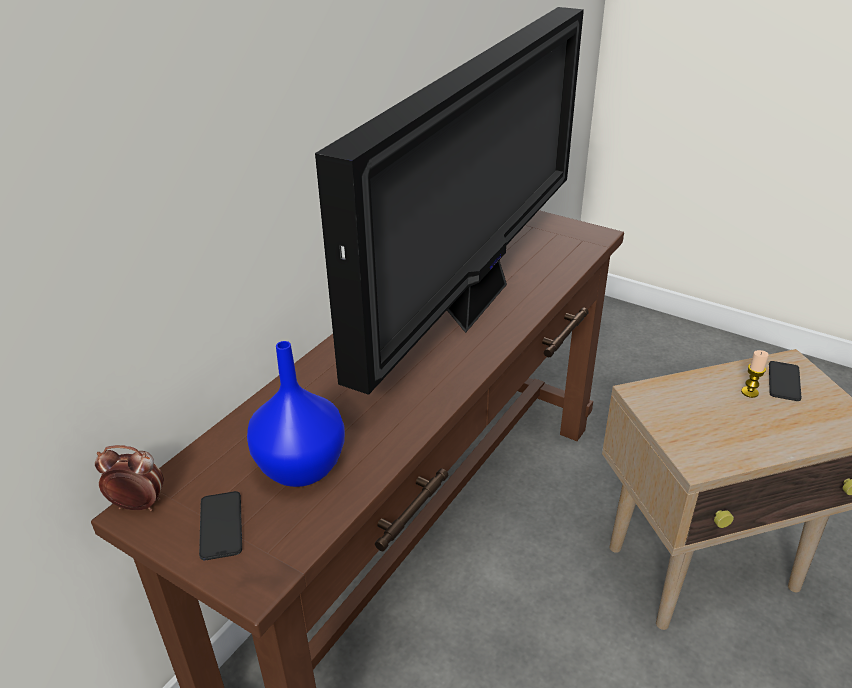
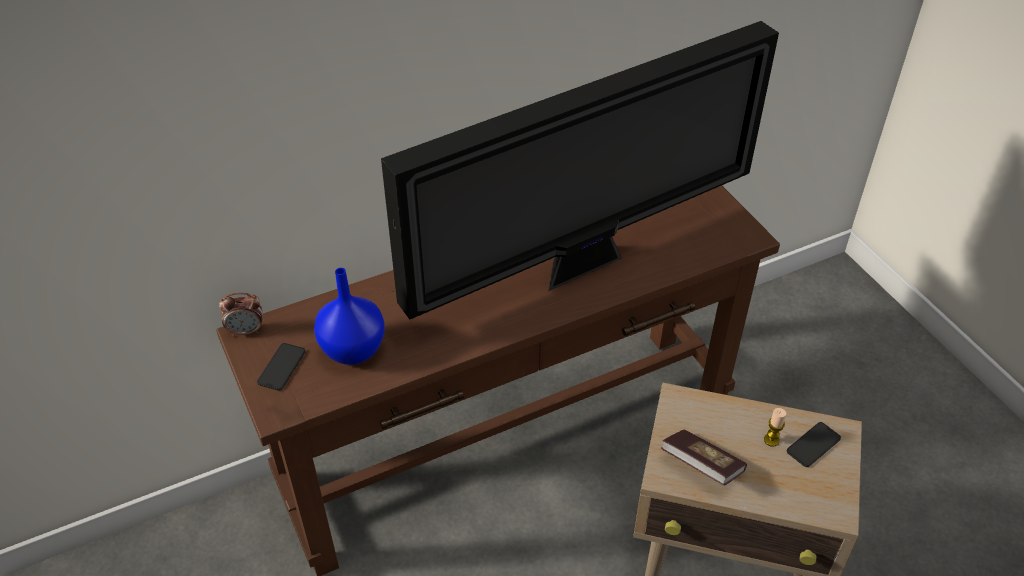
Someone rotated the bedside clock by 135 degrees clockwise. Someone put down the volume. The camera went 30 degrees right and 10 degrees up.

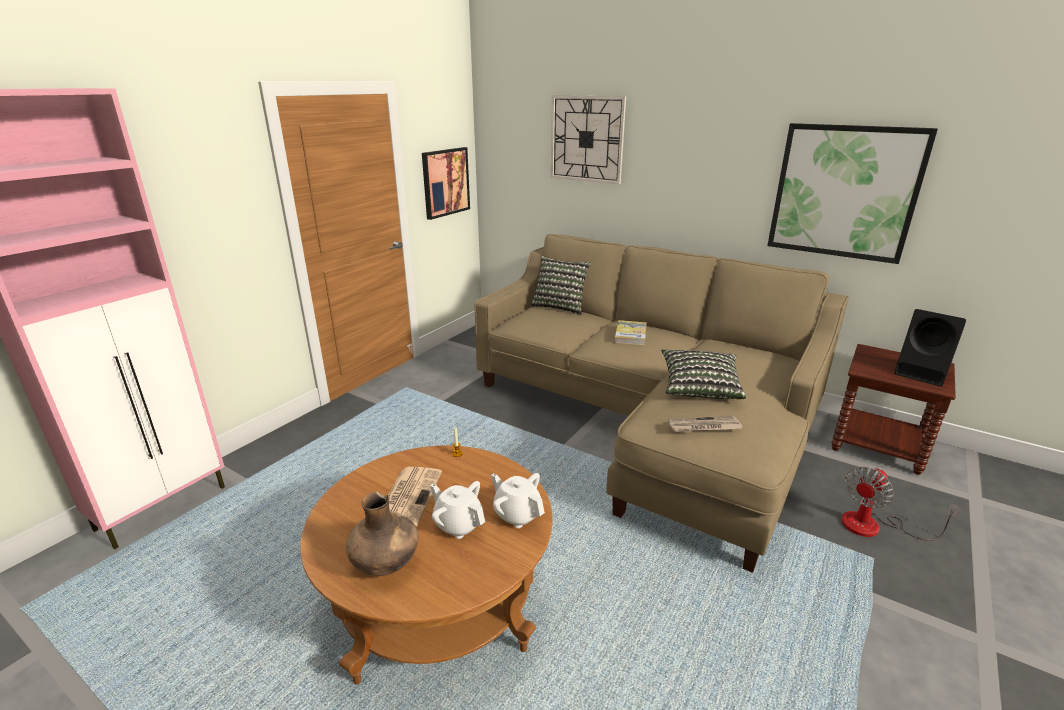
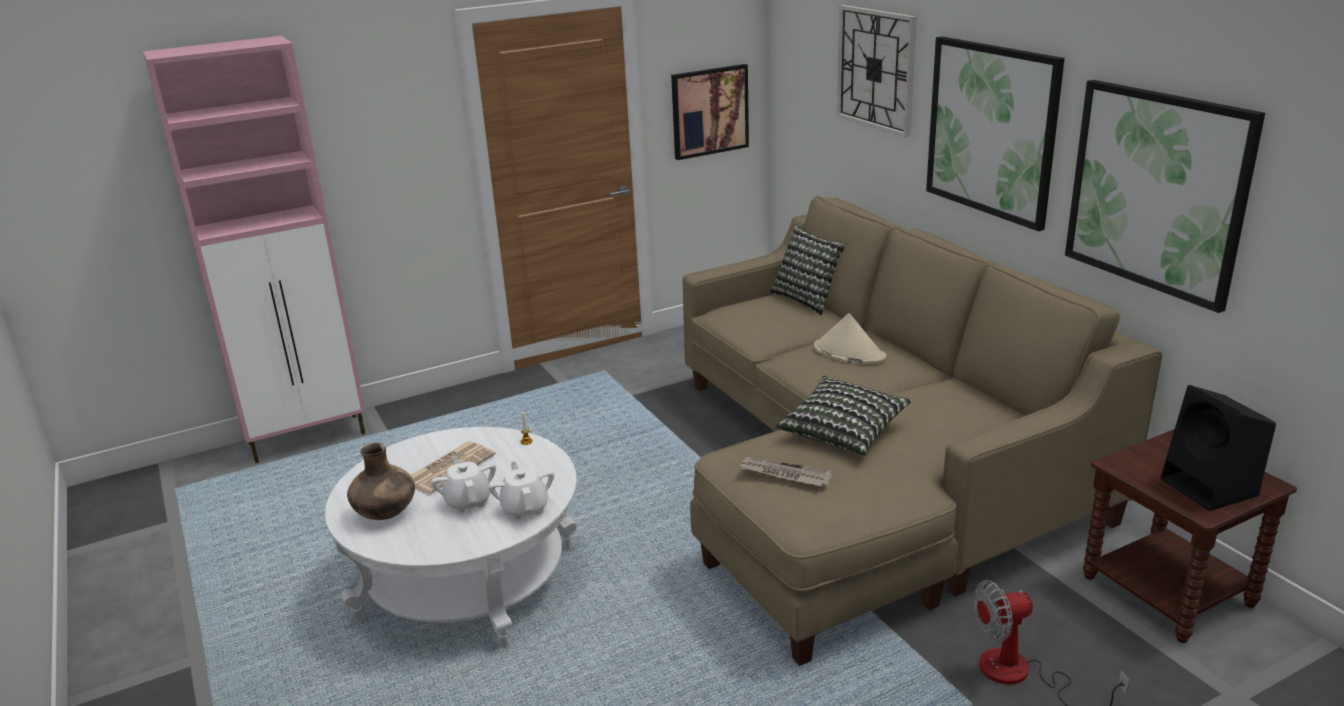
Someone swapped the volume for the clothing hat (beige-coloured). Someone repainted the lounge table (brown), which became the lounge table (white-coloured). Someone put up the picture (no. 2 from left). The camera went 30 degrees right and 0 degrees up.

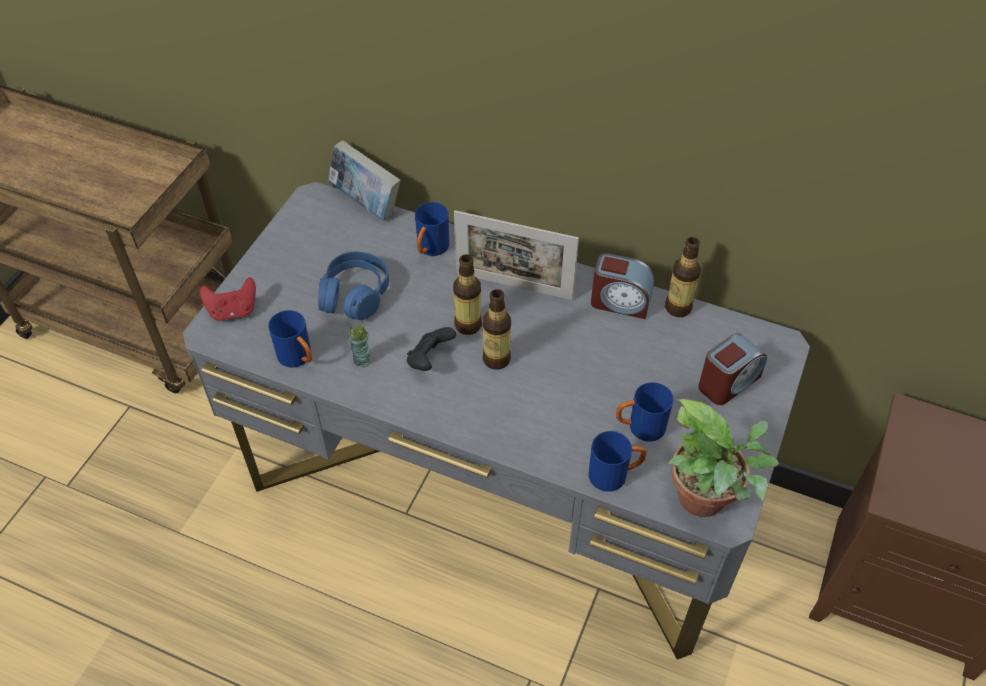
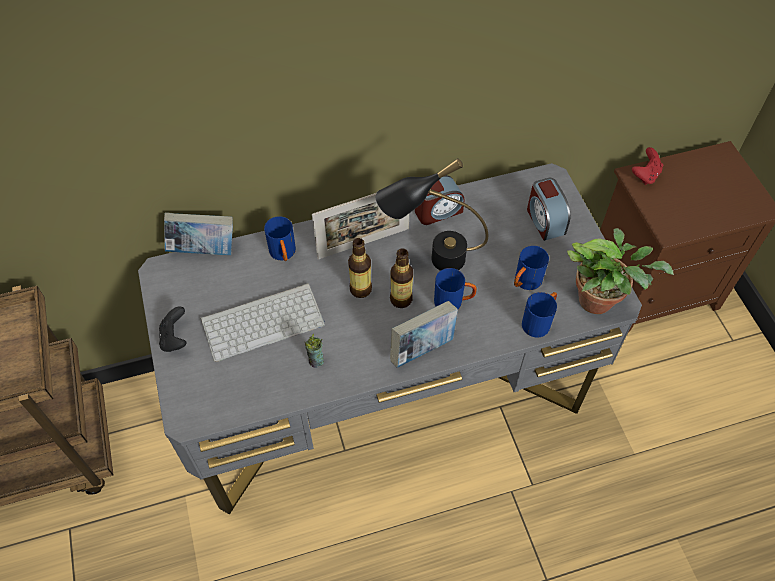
Someone took away the bottle (no. 3 from left). Someone swapped the pair of headphones (blue-coloured) for the PC keyboard. Someone carried the gamepad (red-coloured). Someone carried the mug (blue-coloured) (no. 1 from left in the first image). Someone carried the gamepad (black). Someone rotated the bedside clock (no. 2 from left) by 150 degrees clockwise. Someone put down the table lamp (black). Someone put down the volume (no. 2 from left). The camera went 40 degrees left and 5 degrees up.

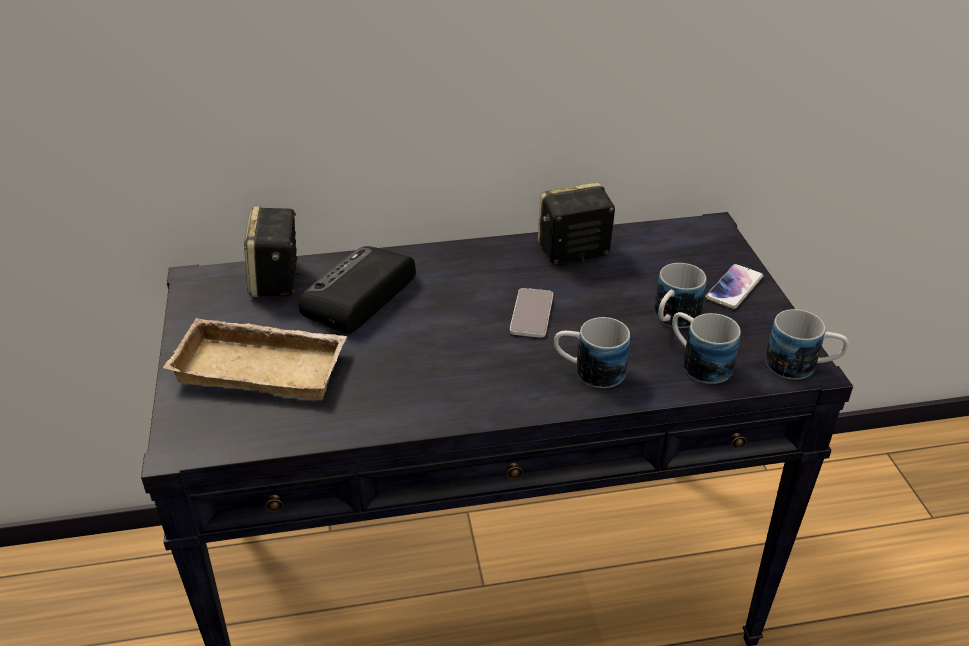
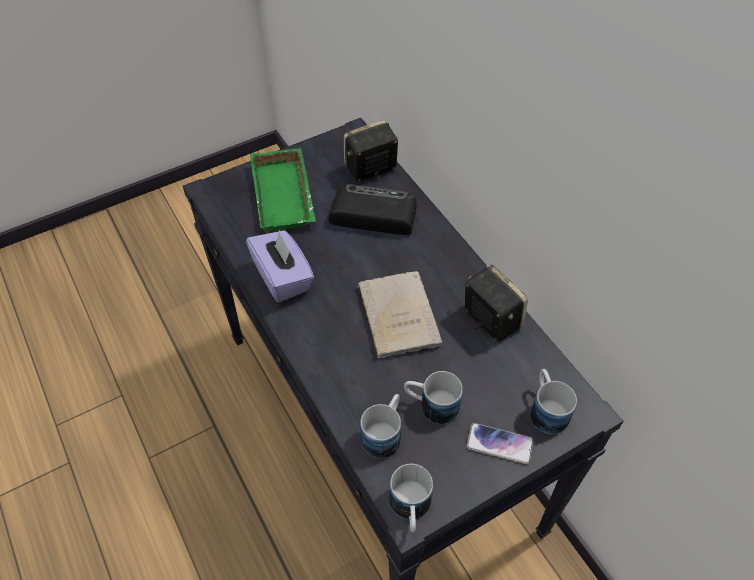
Someone swapped the phone (no. 1 from left) for the volume (beige-coloured). Someone carried the mug (no. 1 from left in the first image). Someone repainted the tray (beige-coloured), which became the tray (green-coloured). Someone put down the tissue holder (purple-coloured). The camera went 70 degrees right and 15 degrees up.

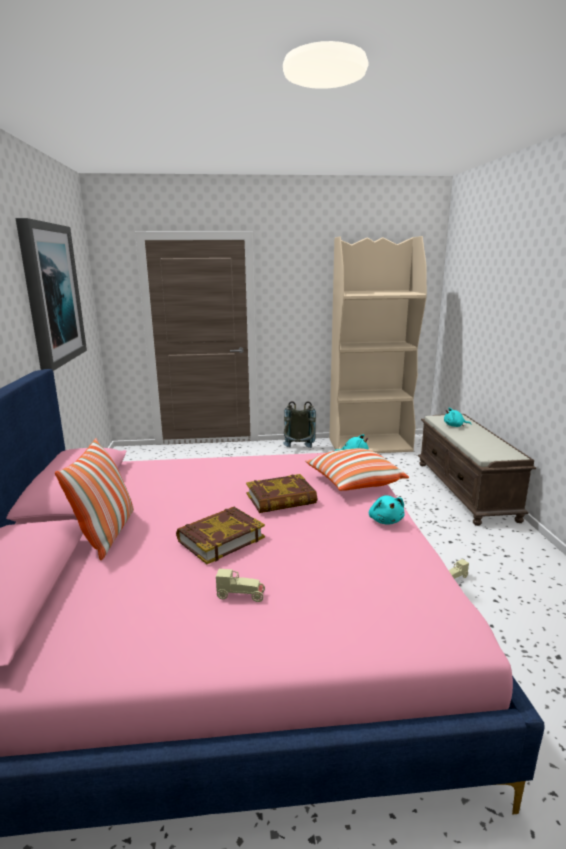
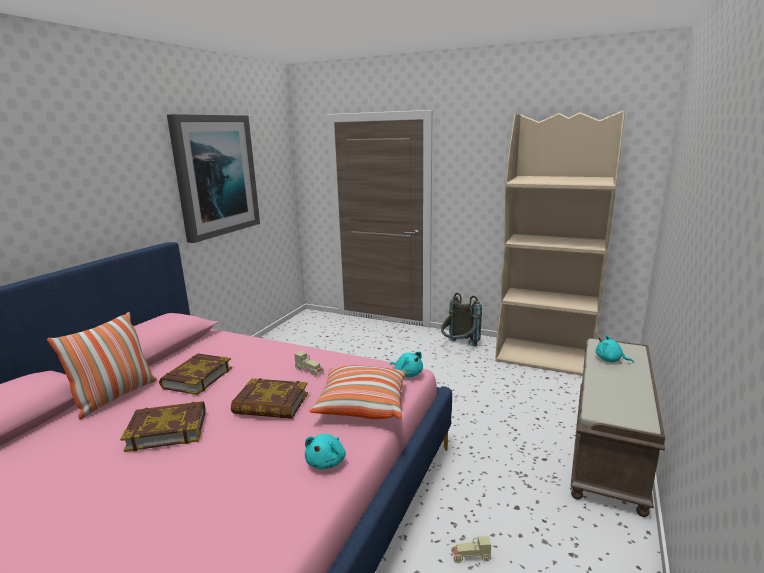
Someone carried the toy car (beige-coloured) (no. 1 from left). Someone put down the volume (no. 2 from left). The camera went 30 degrees right and 0 degrees up.

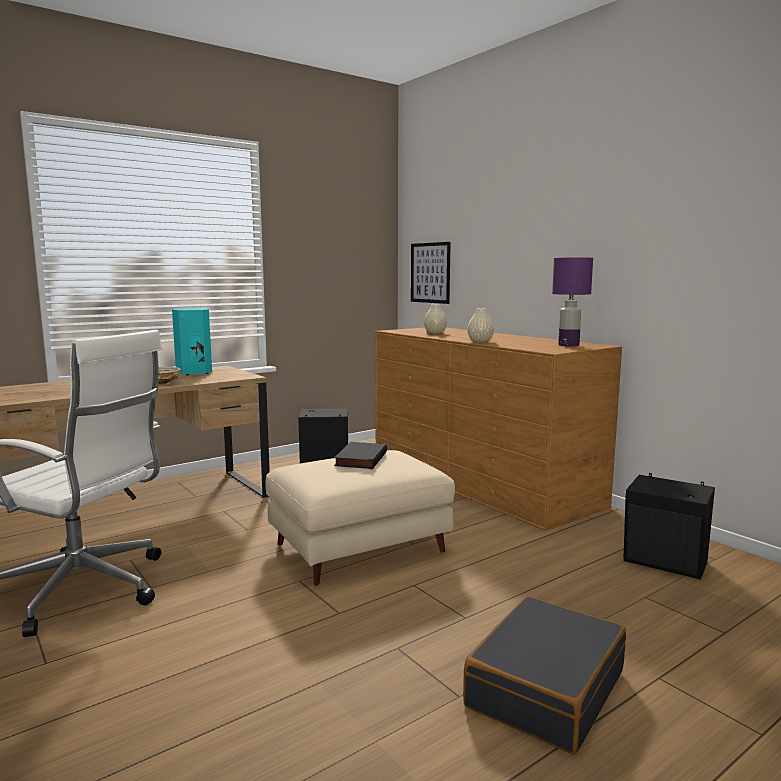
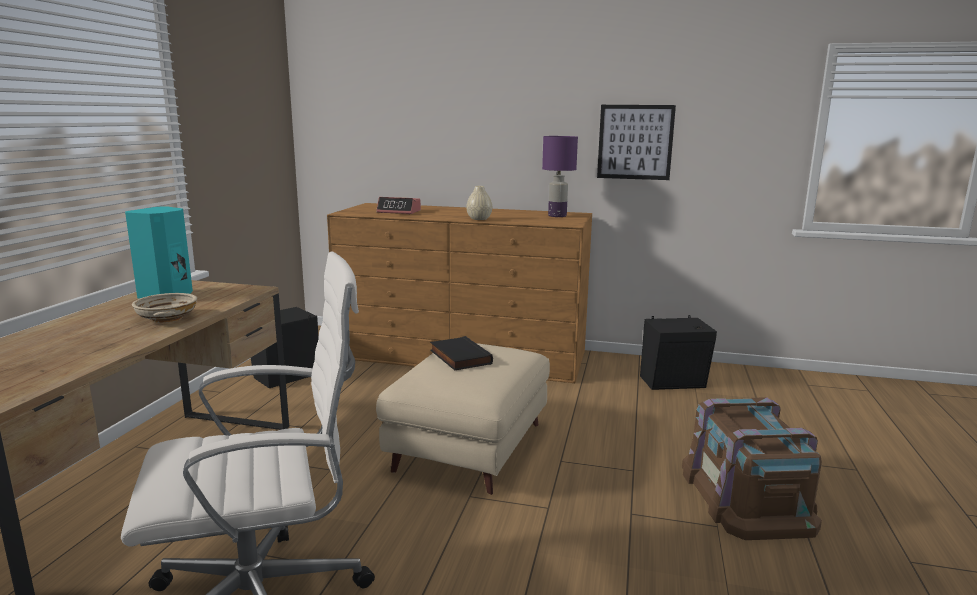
Someone carried the picture. Someone swapped the vase (beige-coloured) (no. 1 from left) for the bedside clock. Someone swapped the piece of luggage (black) for the storage box (brown). The camera went 40 degrees left and 5 degrees up.

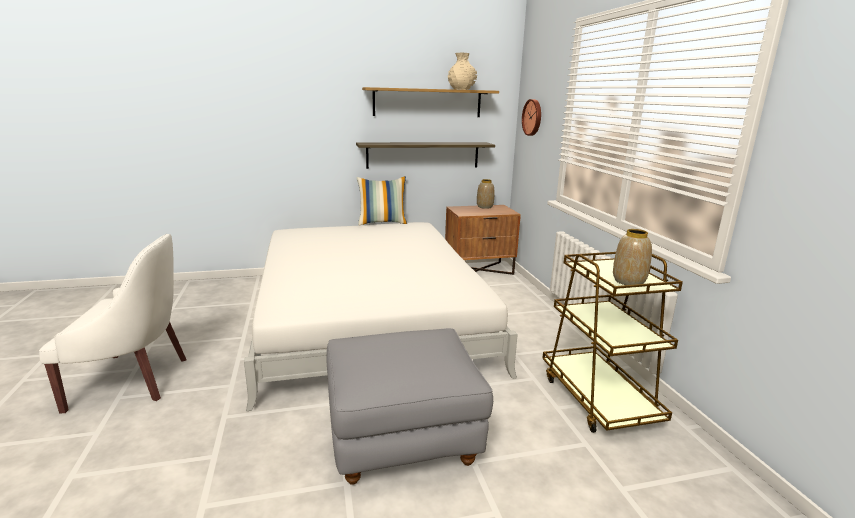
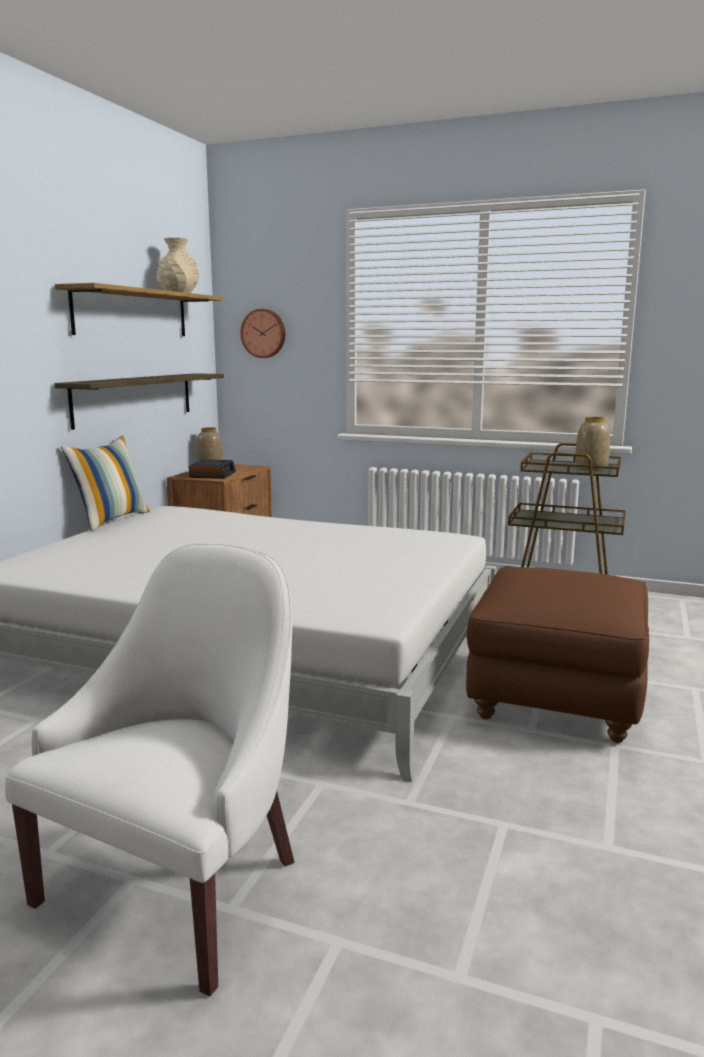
Someone repainted the footrest (greyish), which became the footrest (brown). Someone put down the bedside clock. The camera went 55 degrees left and 5 degrees down.

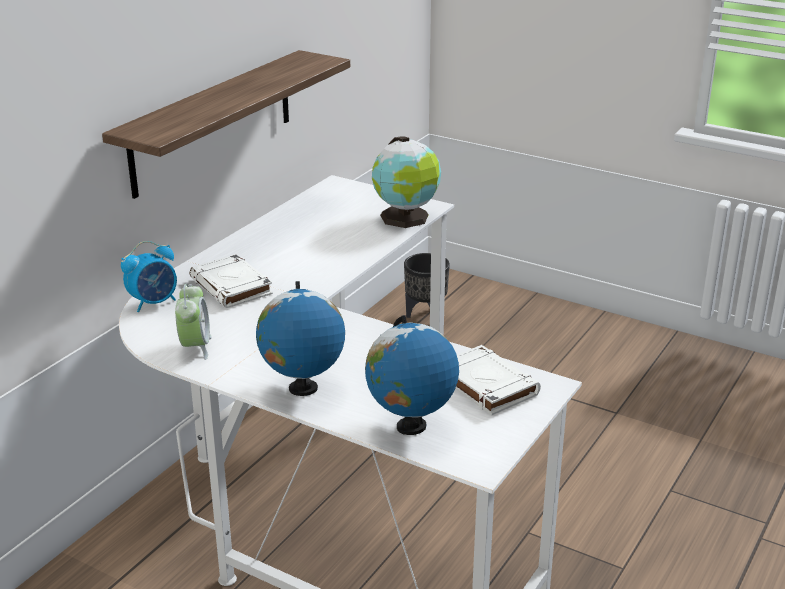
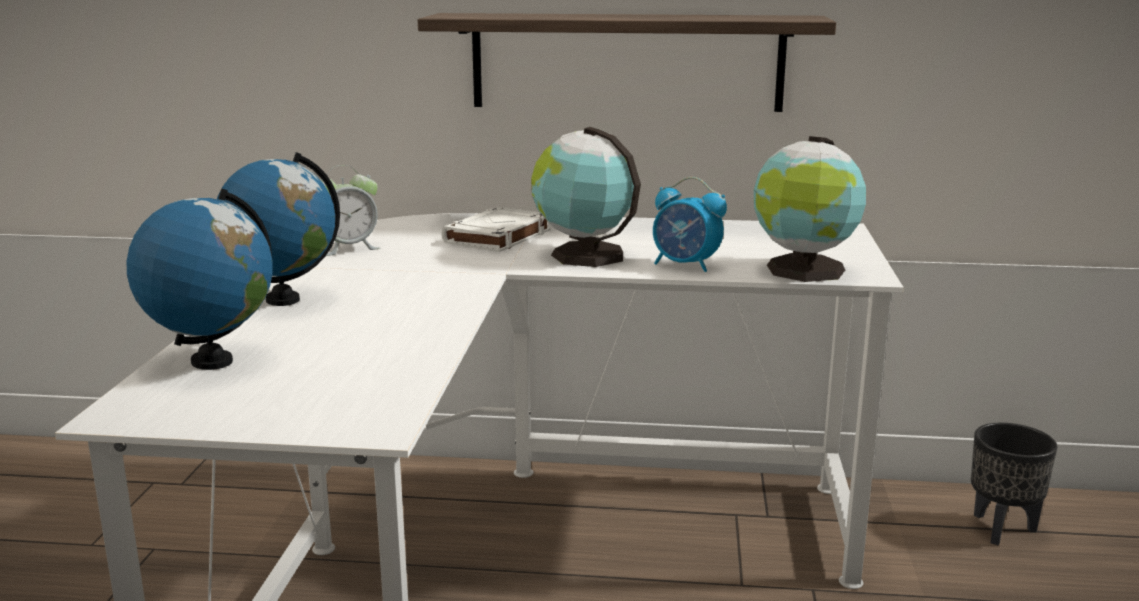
Someone carried the bedside clock (no. 1 from left in the first image). Someone took away the volume (white-coloured) (no. 2 from left). Someone put down the world globe (no. 3 from left). The camera went 65 degrees right and 10 degrees down.

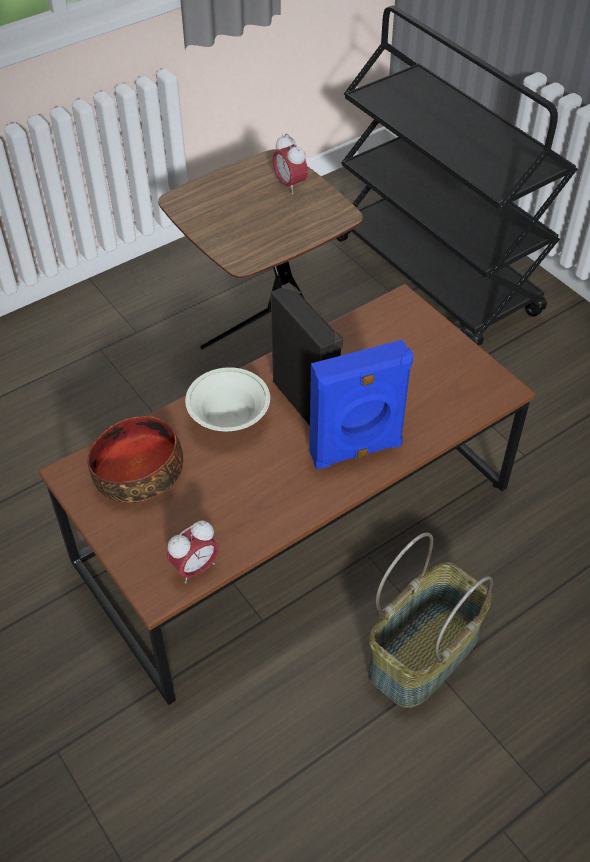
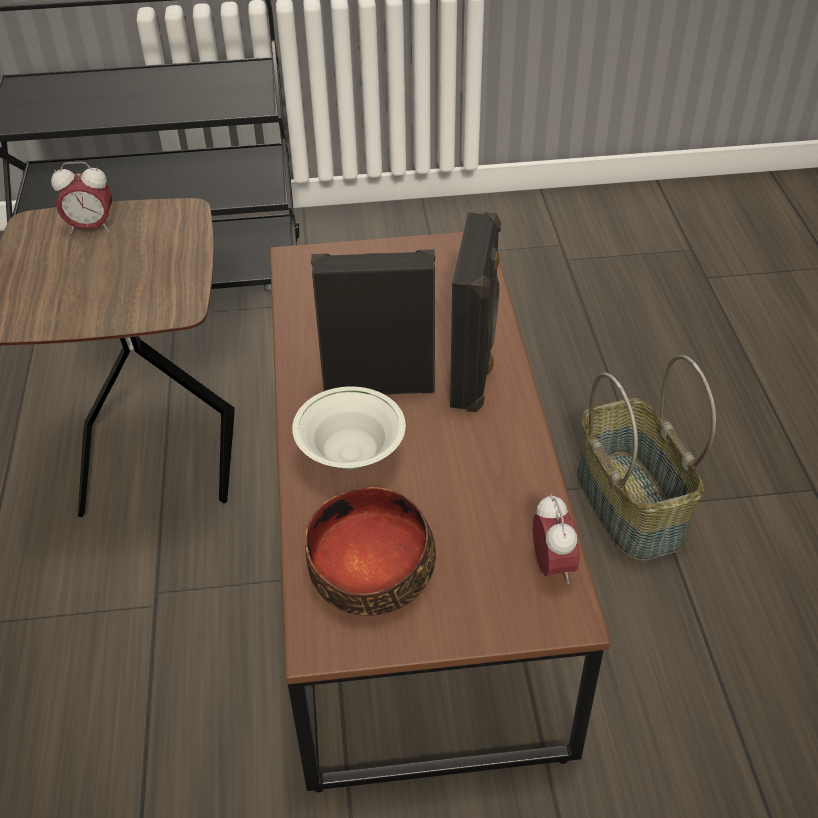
Someone repainted the audio speaker (blue-coloured), which became the audio speaker (black) (no. 2 from left). The camera went 60 degrees left and 5 degrees down.

